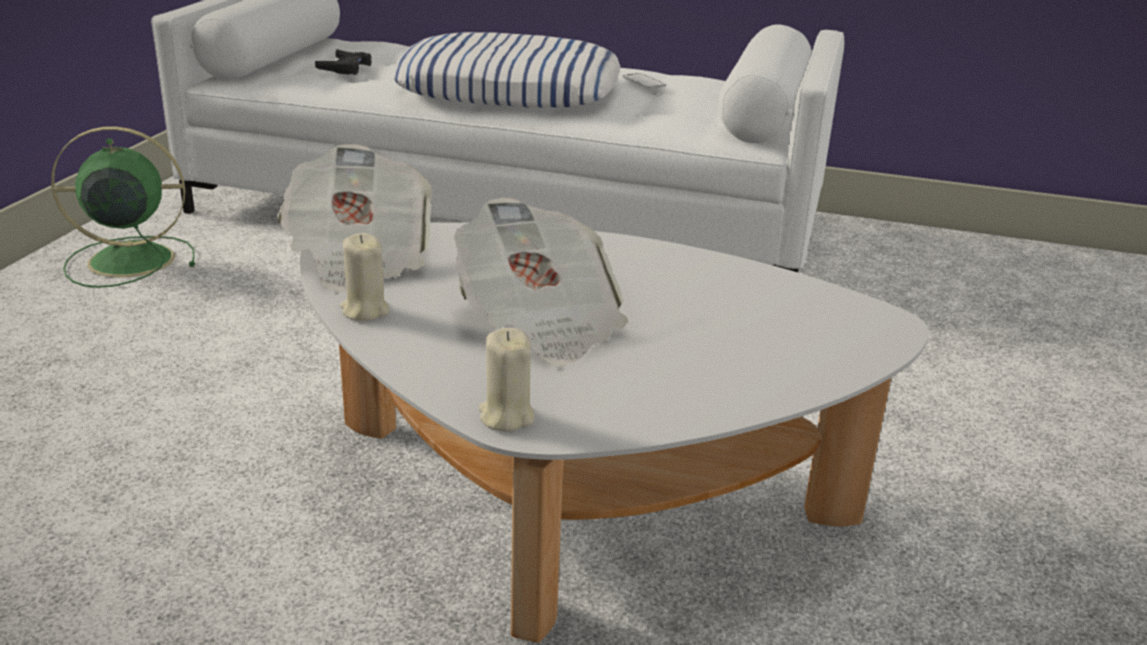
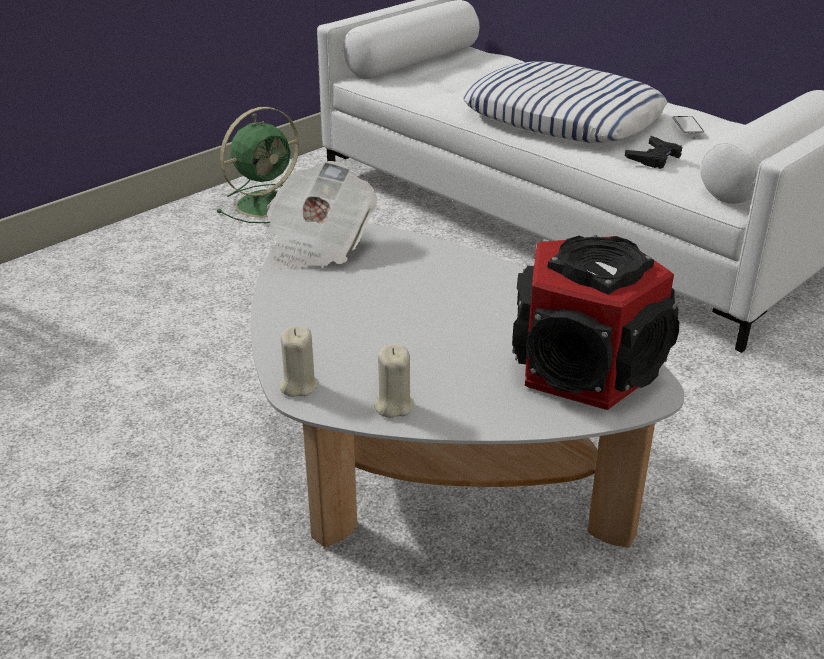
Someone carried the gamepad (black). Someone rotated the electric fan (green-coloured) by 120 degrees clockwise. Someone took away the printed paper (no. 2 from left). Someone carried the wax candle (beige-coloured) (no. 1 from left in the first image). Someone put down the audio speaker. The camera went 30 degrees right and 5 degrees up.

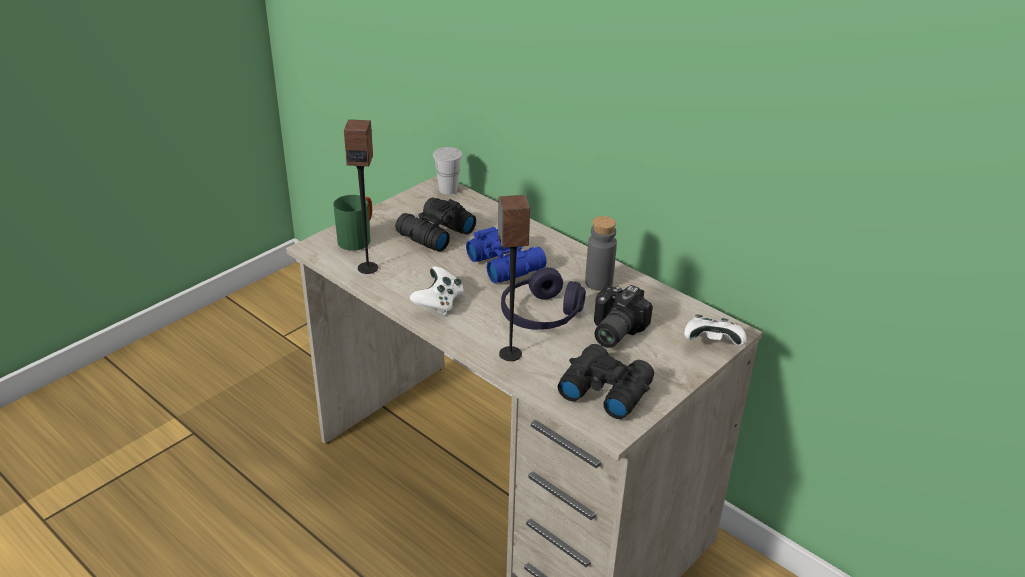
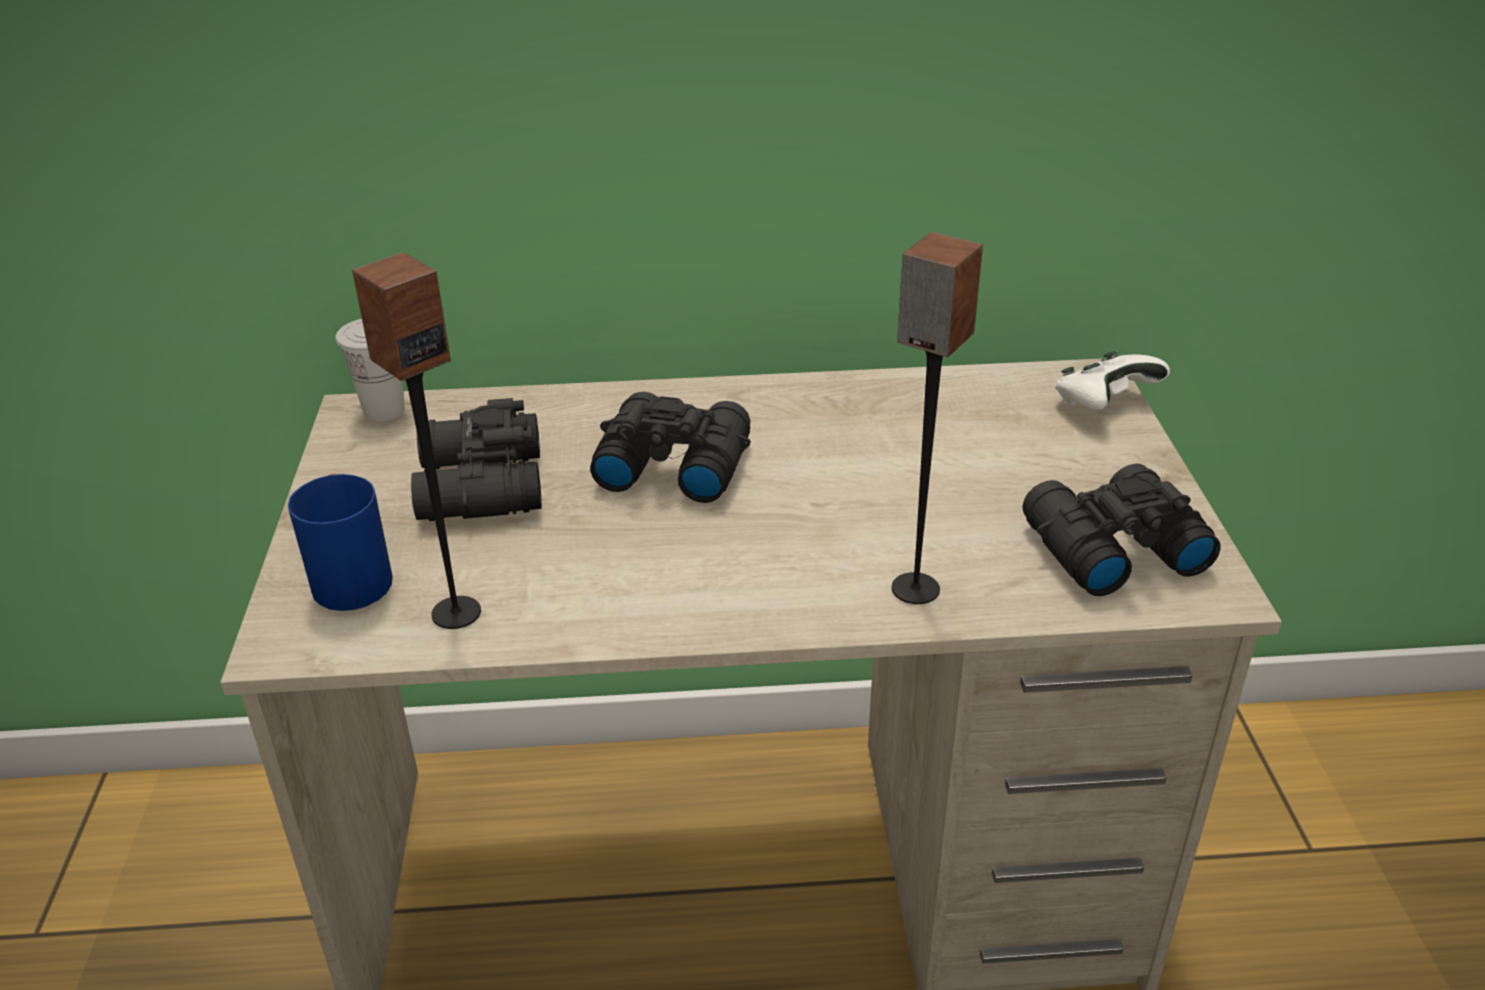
Someone repainted the mug (green-coloured), which became the mug (blue-coloured). Someone took away the bottle (greyish). Someone repainted the field glasses (blue-coloured), which became the field glasses (black) (no. 2 from left). Someone took away the gamepad (white-coloured) (no. 1 from left). Someone took away the pair of headphones (purple-coloured). Someone took away the still camera. The camera went 45 degrees left and 0 degrees up.

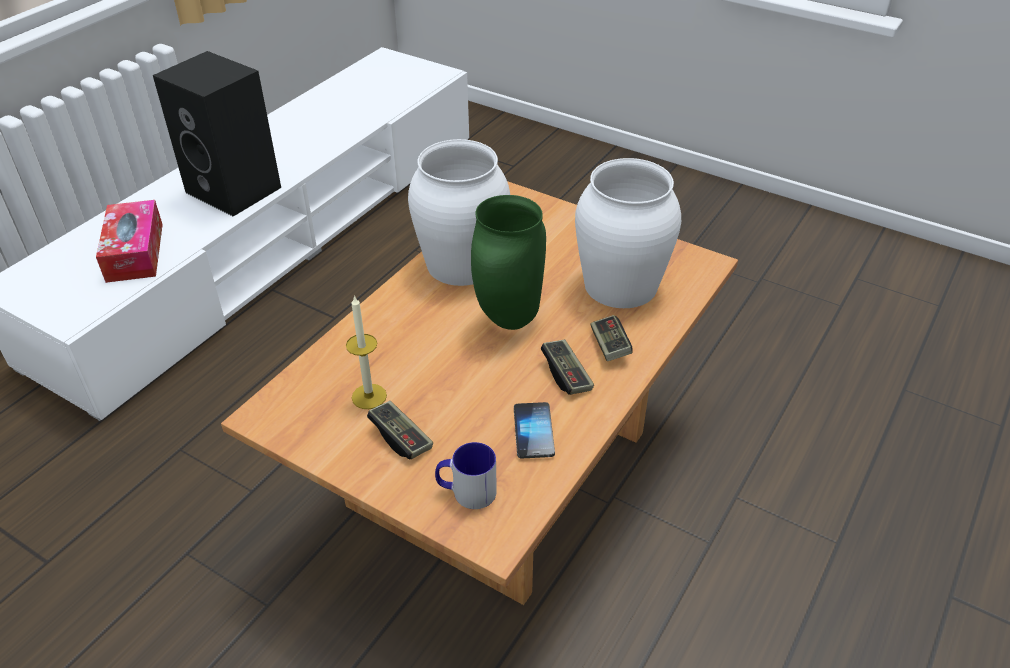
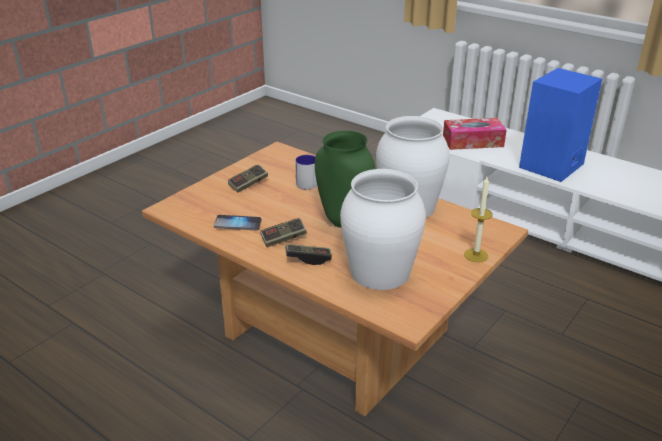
Someone repainted the audio speaker (black), which became the audio speaker (blue-coloured). Someone carried the wax candle. Someone carried the mug. The camera went 95 degrees right and 10 degrees down.

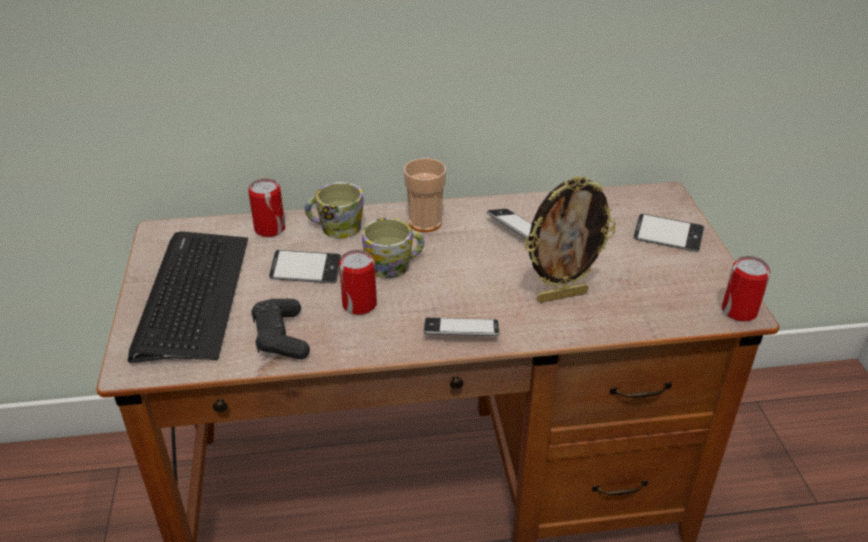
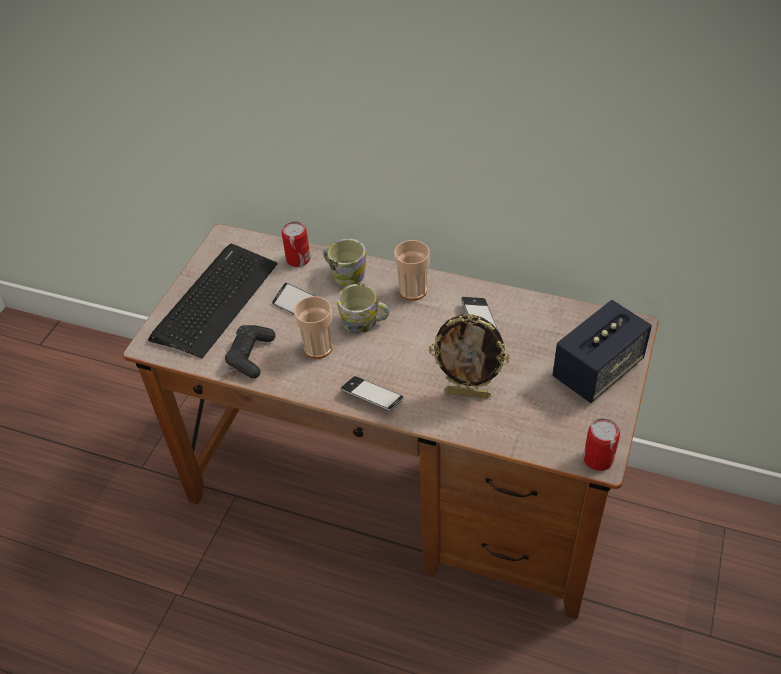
Someone swapped the phone (no. 4 from left) for the audio speaker. Someone swapped the metal can (no. 2 from left) for the cup (no. 1 from left). The camera went 30 degrees right and 10 degrees up.

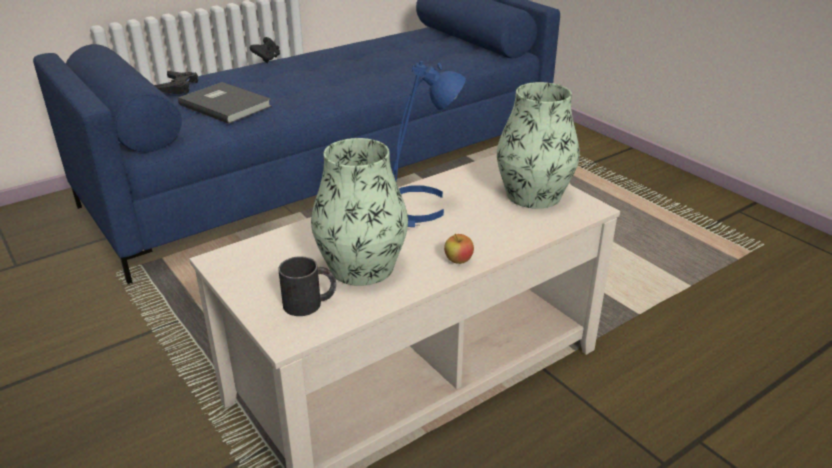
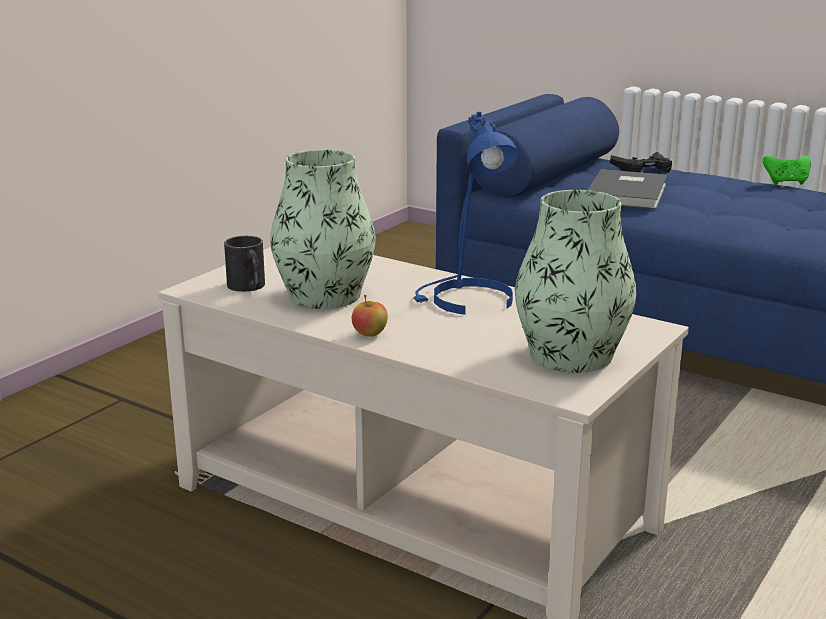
Someone repainted the gamepad (black) (no. 2 from left), which became the gamepad (green-coloured). The camera went 70 degrees right and 10 degrees down.

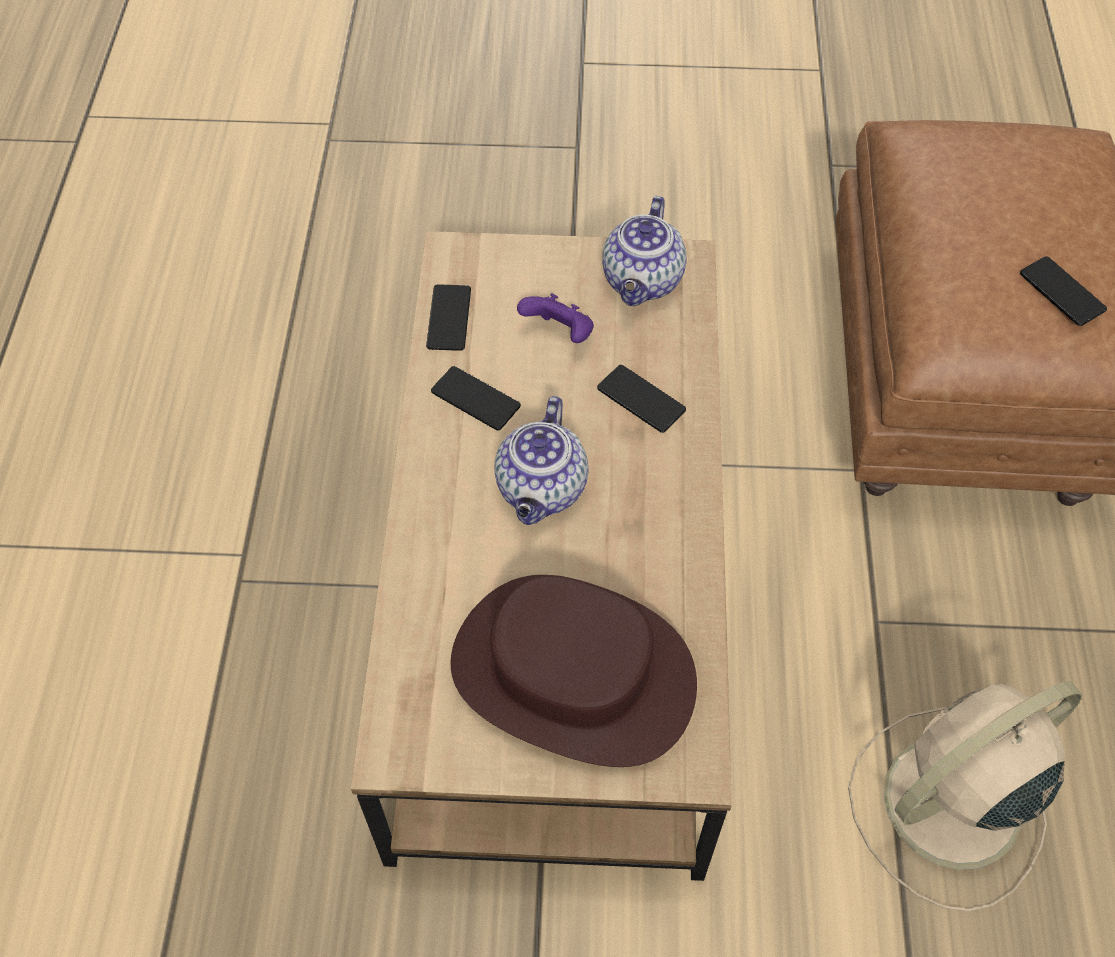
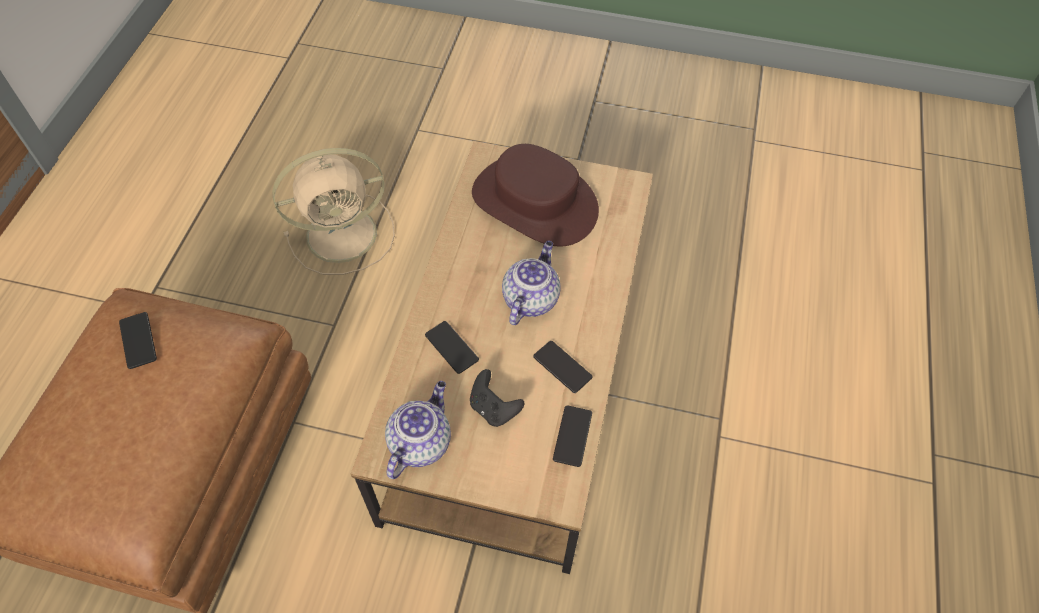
Someone repainted the gamepad (purple-coloured), which became the gamepad (black). The camera went 170 degrees left and 0 degrees up.

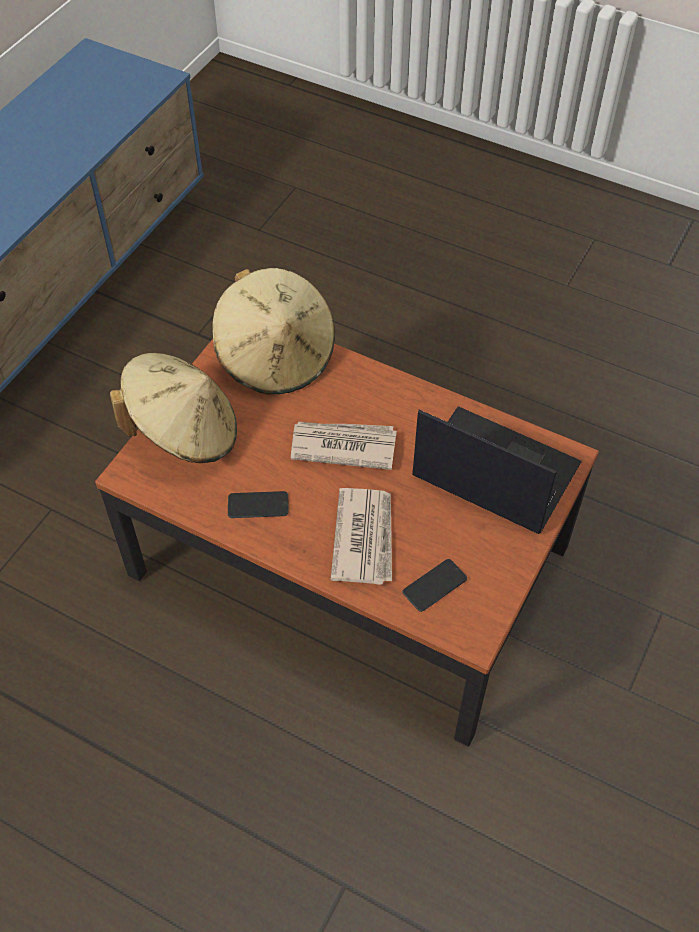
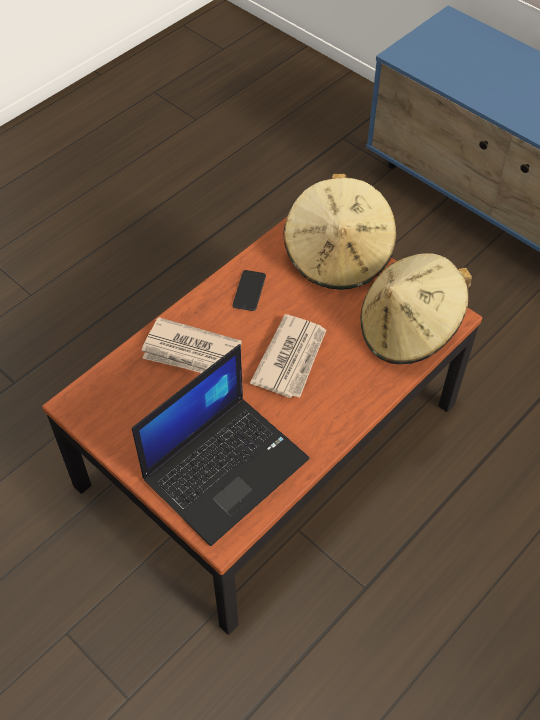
Someone took away the phone (no. 2 from left). The camera went 105 degrees right and 0 degrees up.

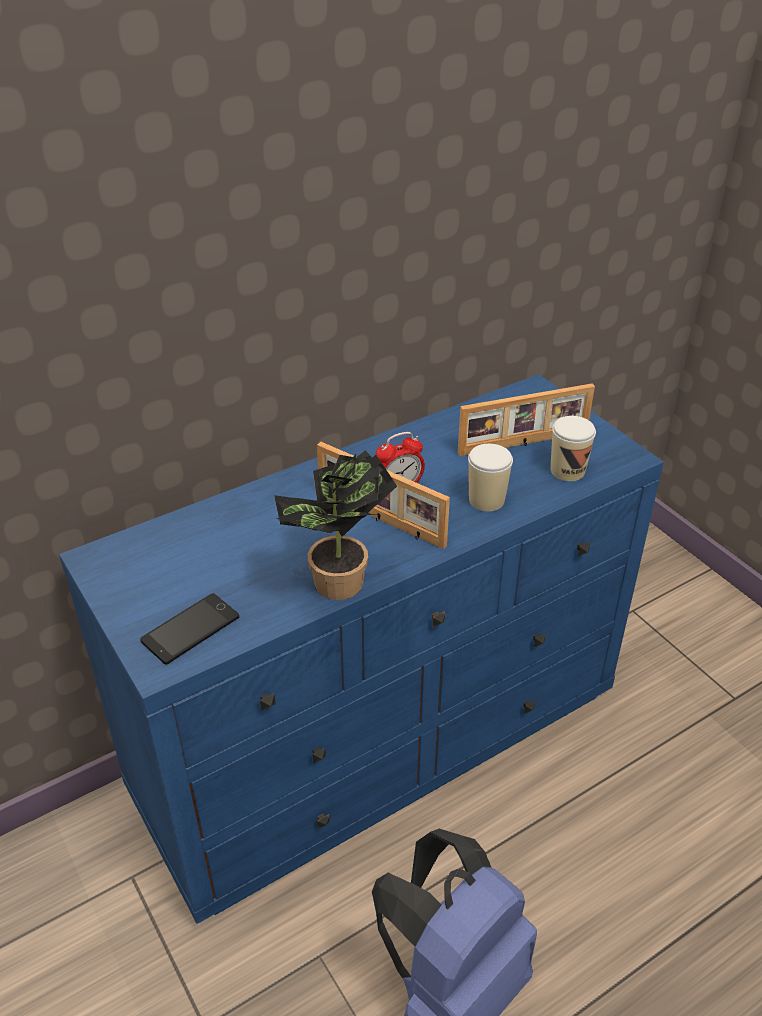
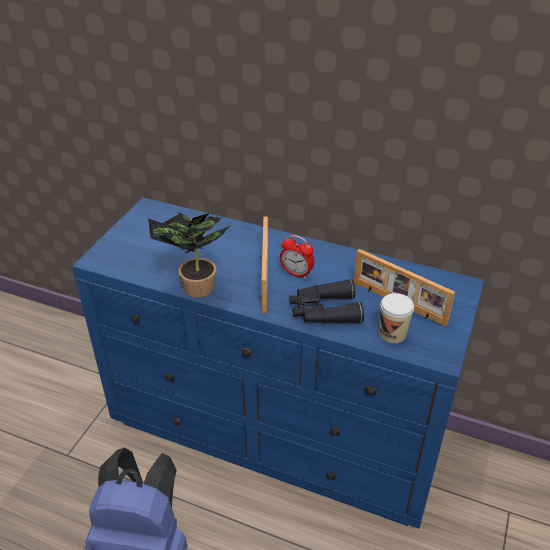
Someone swapped the cup (no. 1 from left) for the field glasses (black). Someone took away the phone. The camera went 55 degrees right and 0 degrees up.

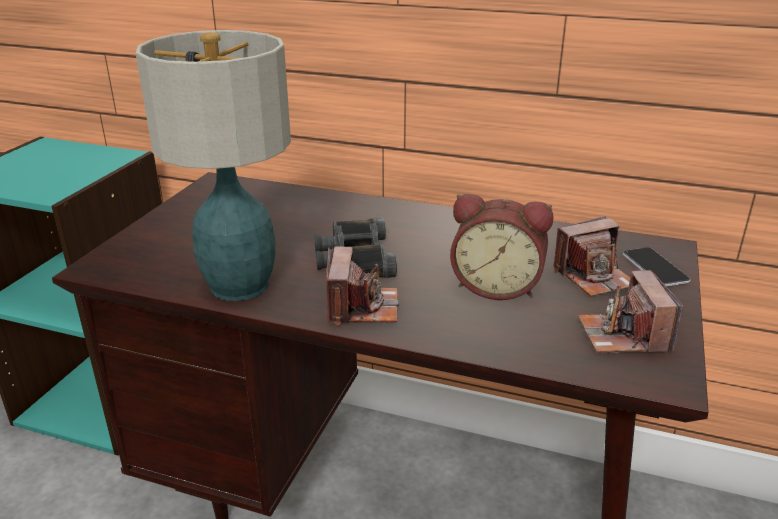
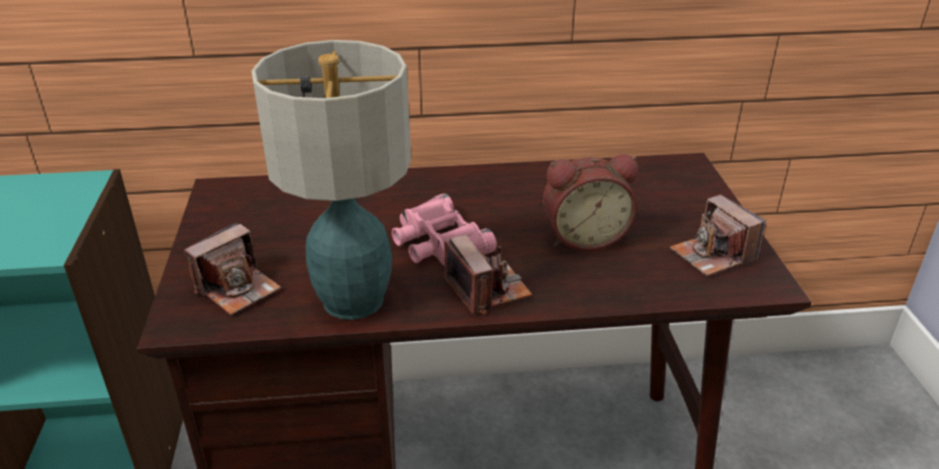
Someone carried the still camera (no. 2 from left in the first image). Someone repainted the field glasses (black), which became the field glasses (pink). Someone took away the phone. The camera went 25 degrees left and 5 degrees up.

